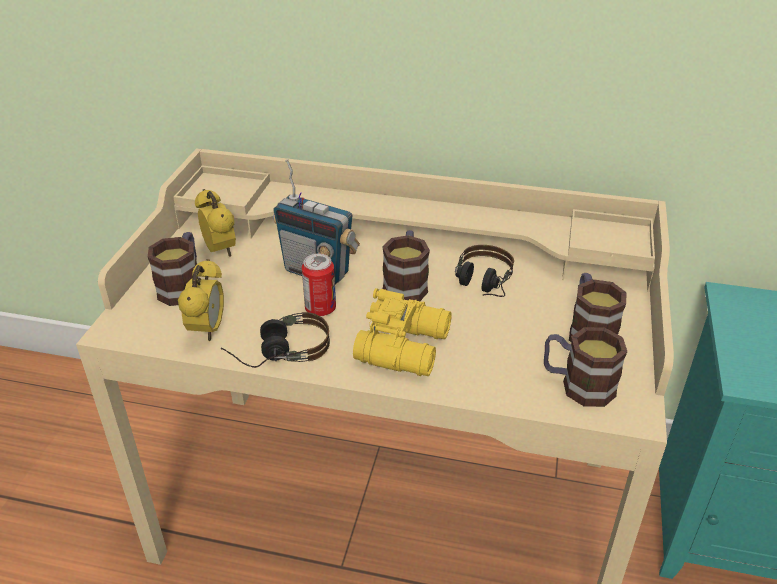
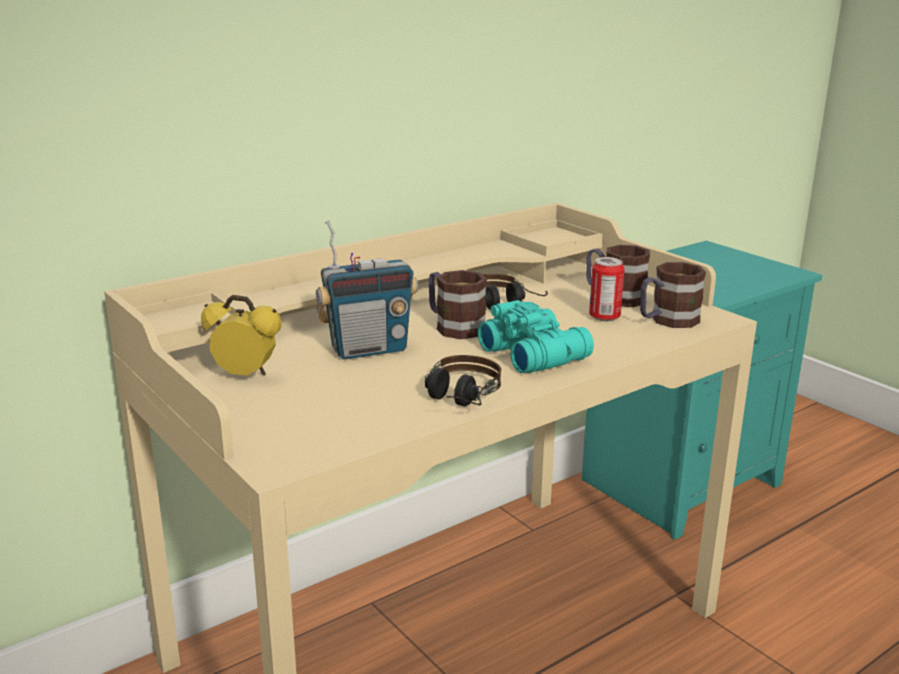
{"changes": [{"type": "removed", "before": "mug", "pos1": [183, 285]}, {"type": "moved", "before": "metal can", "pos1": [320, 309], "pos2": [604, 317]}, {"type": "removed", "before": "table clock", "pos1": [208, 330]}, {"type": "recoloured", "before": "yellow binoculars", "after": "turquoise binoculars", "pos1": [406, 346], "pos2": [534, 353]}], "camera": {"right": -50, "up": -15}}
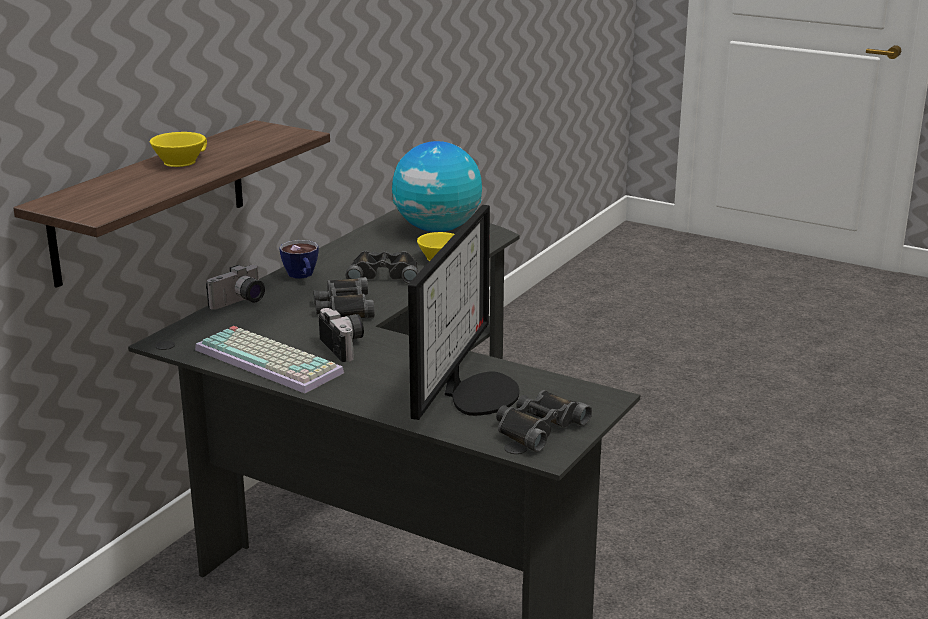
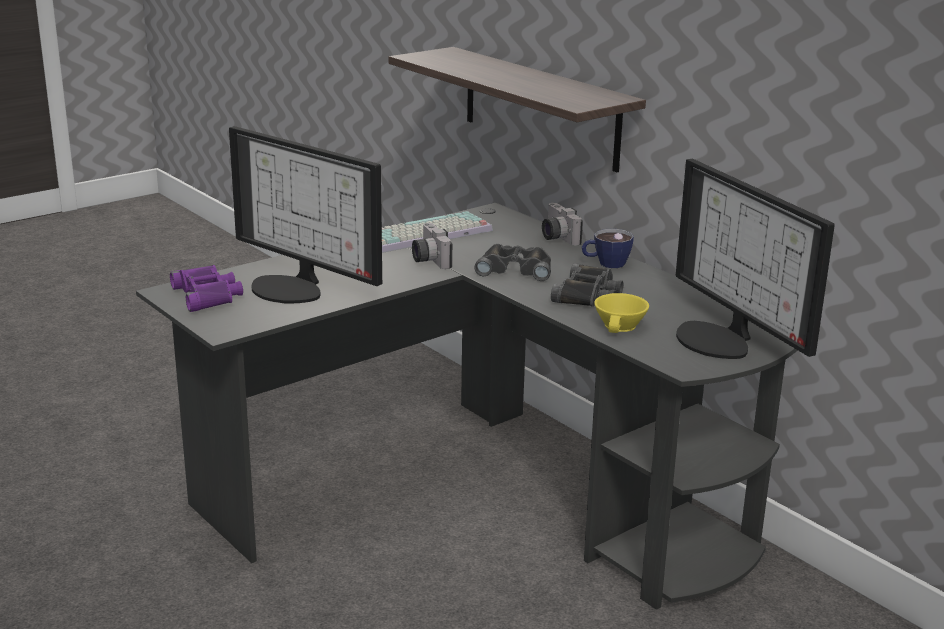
{"changes": [{"type": "removed", "before": "yellow cup", "pos1": [179, 161]}, {"type": "replaced", "before": "globe", "after": "computer display", "pos1": [437, 229], "pos2": [721, 339]}, {"type": "turned", "before": "still camera", "pos1": [346, 346], "pos2": [428, 260], "turn": 75}, {"type": "recoloured", "before": "black binoculars", "after": "purple-coloured binoculars", "pos1": [538, 427], "pos2": [208, 295]}], "camera": {"right": 110, "up": 0}}
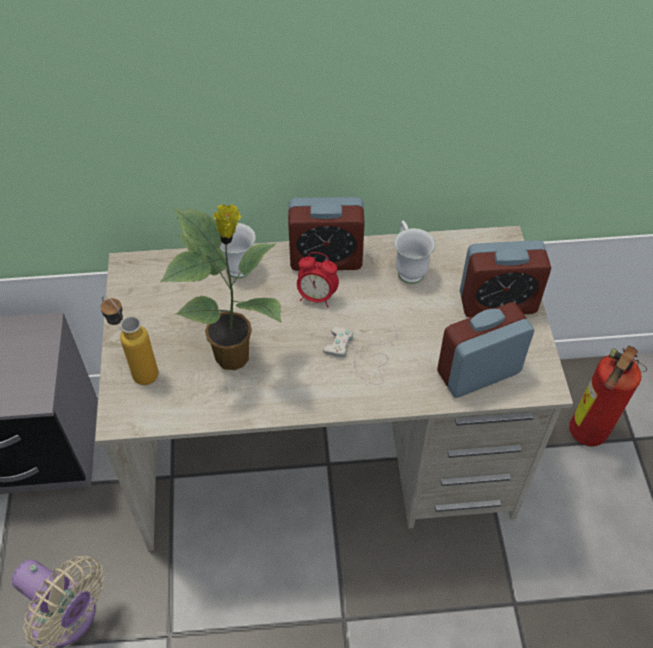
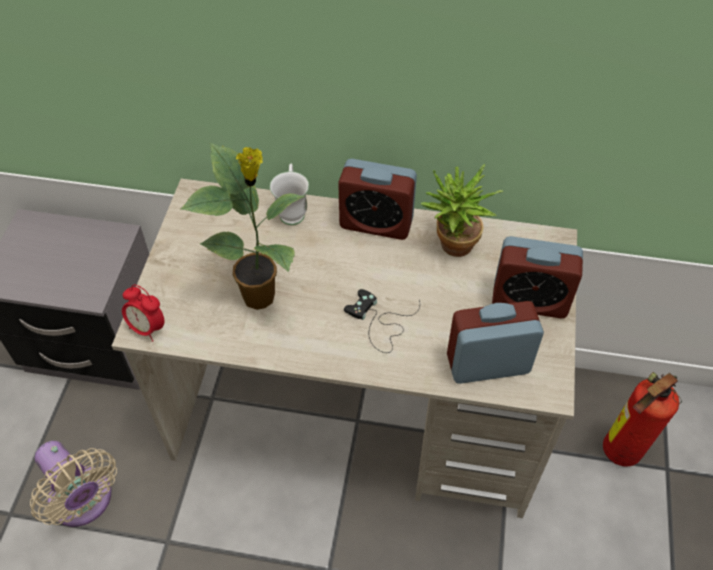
{"changes": [{"type": "replaced", "before": "whitish mug", "after": "potted plant", "pos1": [408, 268], "pos2": [452, 248]}, {"type": "moved", "before": "table clock", "pos1": [316, 297], "pos2": [147, 328]}, {"type": "removed", "before": "drink bottle", "pos1": [138, 369]}, {"type": "recoloured", "before": "whitish game controller", "after": "black game controller", "pos1": [362, 355], "pos2": [380, 322]}], "camera": {"right": 15, "up": 0}}
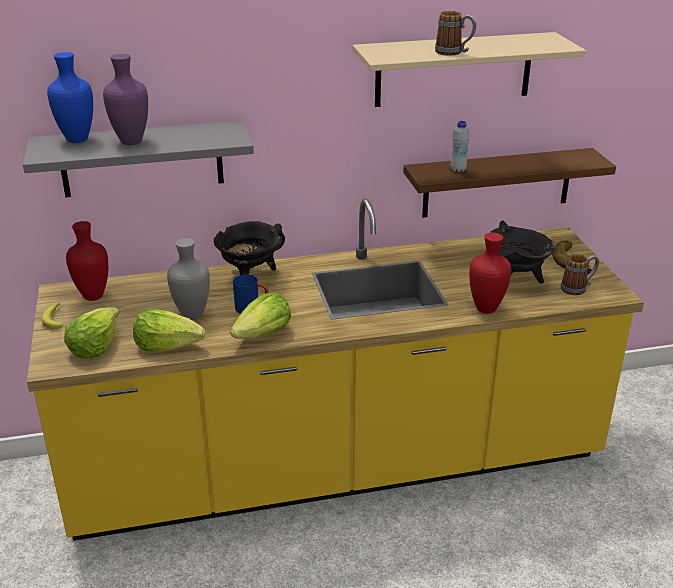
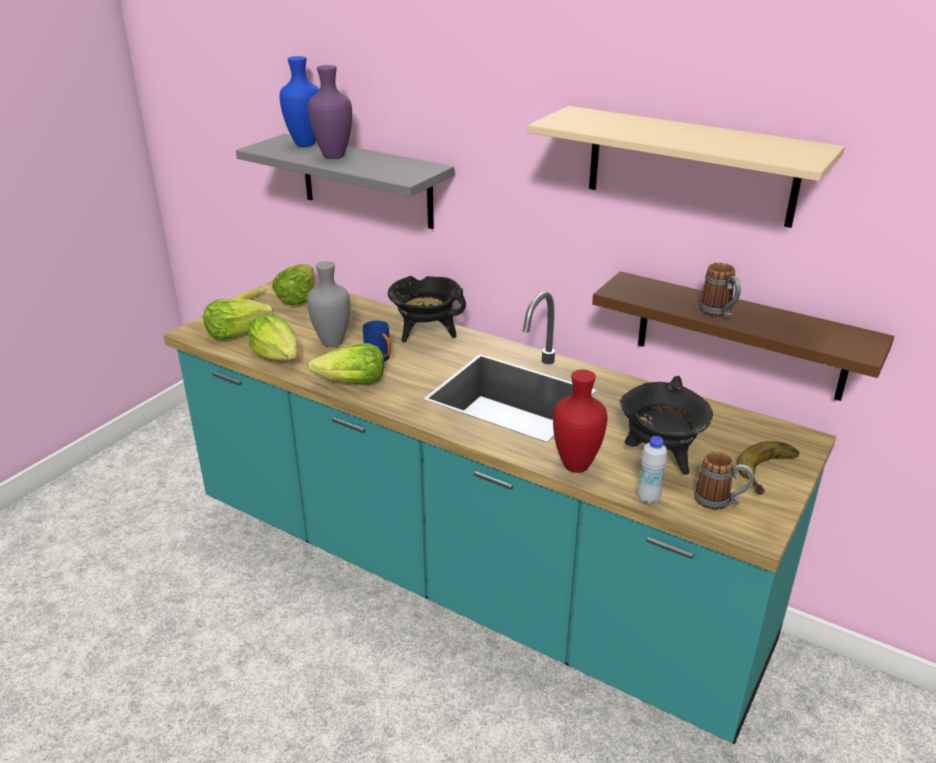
{"changes": [{"type": "moved", "before": "mug", "pos1": [454, 53], "pos2": [719, 313]}, {"type": "moved", "before": "whitish drink bottle", "pos1": [458, 170], "pos2": [648, 499]}, {"type": "recoloured", "before": "yellow kitchen base unit", "after": "turquoise kitchen base unit", "pos1": [336, 465], "pos2": [468, 574]}, {"type": "replaced", "before": "reddish decorative vase", "after": "head of lettuce", "pos1": [92, 297], "pos2": [297, 297]}], "camera": {"right": 45, "up": 0}}
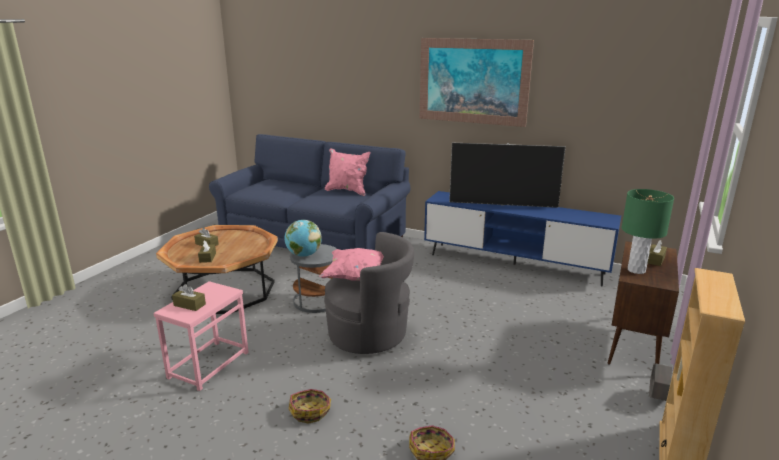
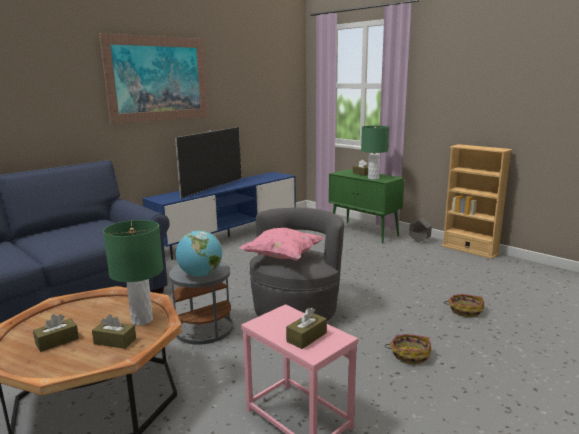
{"changes": [{"type": "removed", "before": "pink-coloured throw pillow", "pos1": [347, 191]}, {"type": "recoloured", "before": "brown storage cabinet", "after": "green-coloured storage cabinet", "pos1": [634, 344], "pos2": [364, 232]}, {"type": "added", "after": "green-coloured tabletop lamp", "pos2": [141, 320]}], "camera": {"right": -70, "up": -5}}
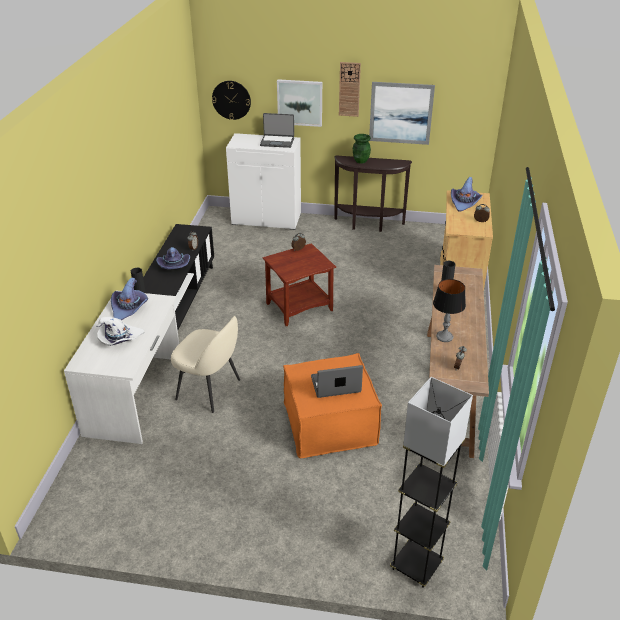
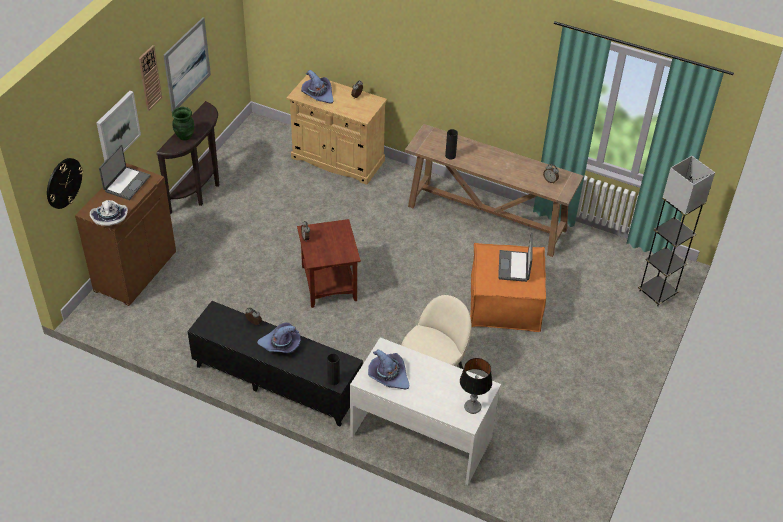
{"changes": [{"type": "recoloured", "before": "whitish storage cabinet", "after": "brown storage cabinet", "pos1": [267, 219], "pos2": [135, 271]}, {"type": "moved", "before": "tabletop lamp", "pos1": [444, 337], "pos2": [472, 407]}, {"type": "moved", "before": "whitish wearable hat", "pos1": [119, 338], "pos2": [110, 217]}], "camera": {"right": -75, "up": 10}}
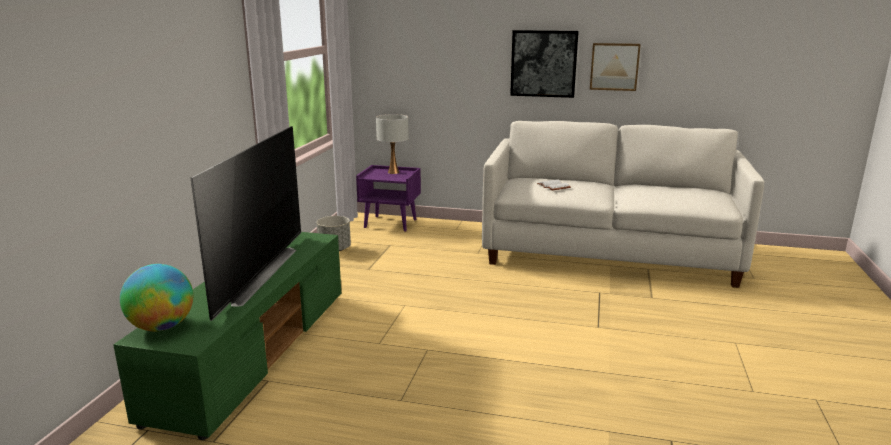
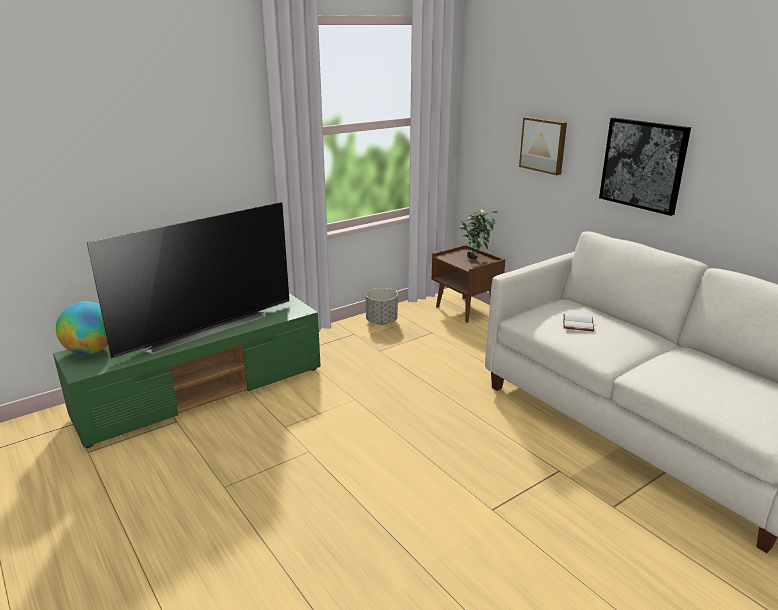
{"changes": [{"type": "moved", "before": "picture", "pos1": [614, 66], "pos2": [544, 145]}, {"type": "replaced", "before": "whitish tabletop lamp", "after": "potted plant", "pos1": [393, 172], "pos2": [476, 258]}, {"type": "recoloured", "before": "purple-coloured bedside table", "after": "brown bedside table", "pos1": [391, 223], "pos2": [466, 310]}], "camera": {"right": 40, "up": 5}}
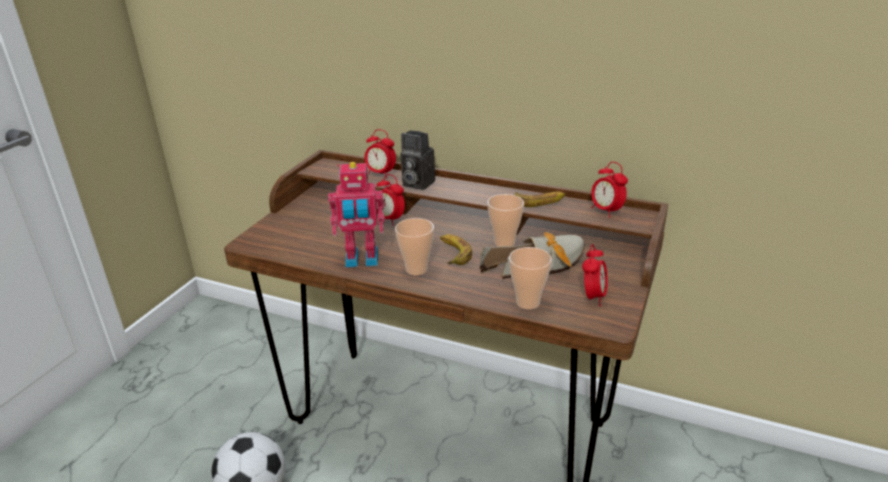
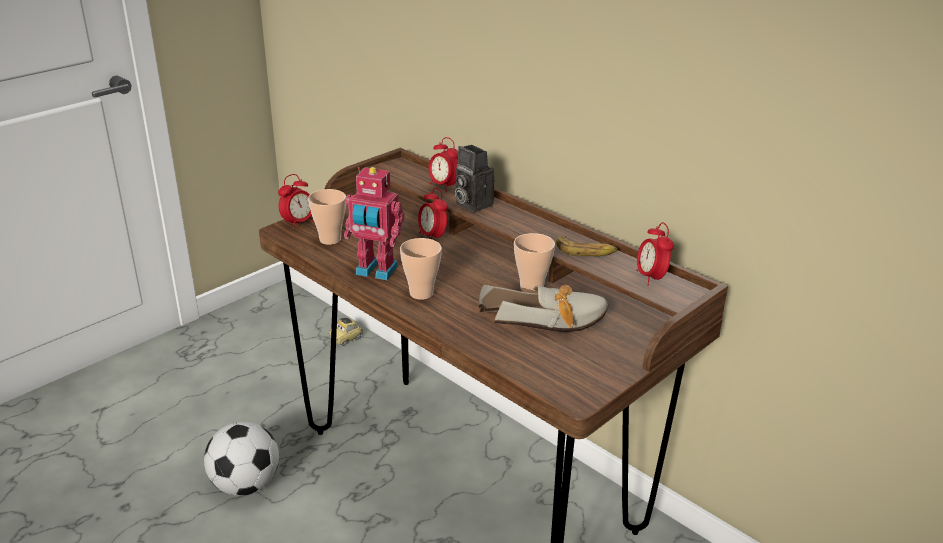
{"changes": [{"type": "removed", "before": "whole banana", "pos1": [453, 253]}, {"type": "moved", "before": "table clock", "pos1": [593, 297], "pos2": [298, 223]}, {"type": "moved", "before": "cup", "pos1": [527, 302], "pos2": [330, 239]}, {"type": "added", "after": "model car", "pos2": [346, 339]}], "camera": {"right": 20, "up": 0}}
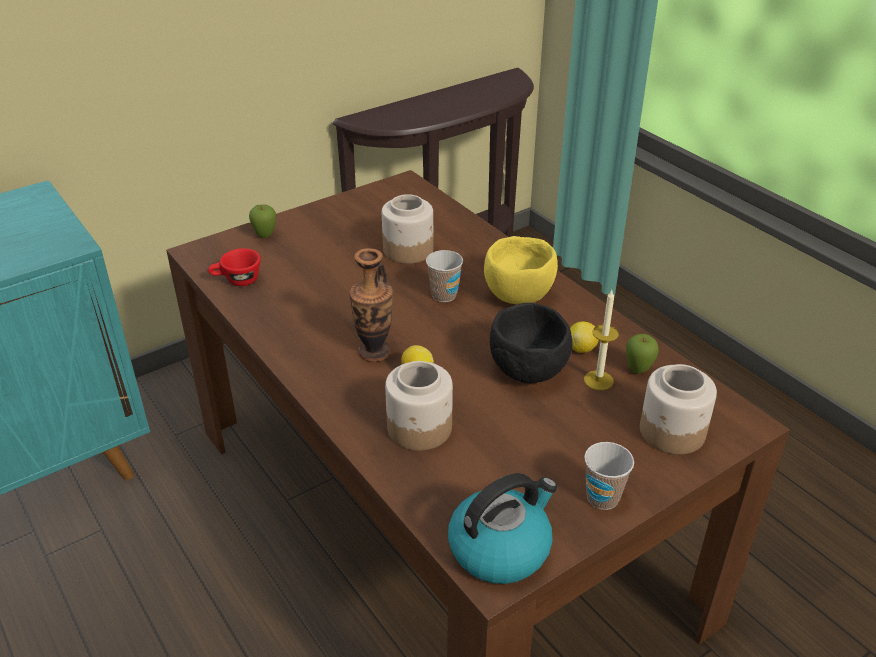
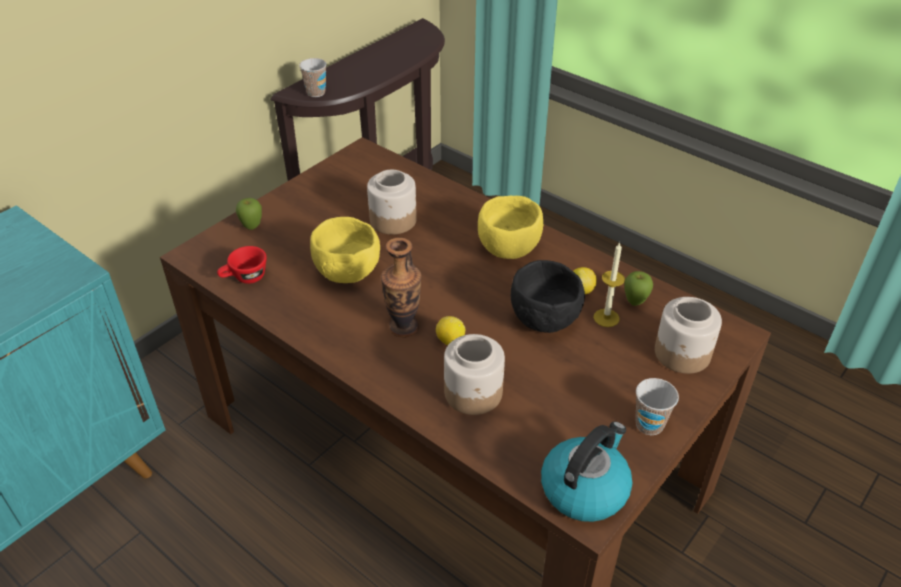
{"changes": [{"type": "moved", "before": "cup", "pos1": [444, 295], "pos2": [316, 92]}, {"type": "added", "after": "yellow bowl", "pos2": [346, 273]}], "camera": {"right": -15, "up": 5}}
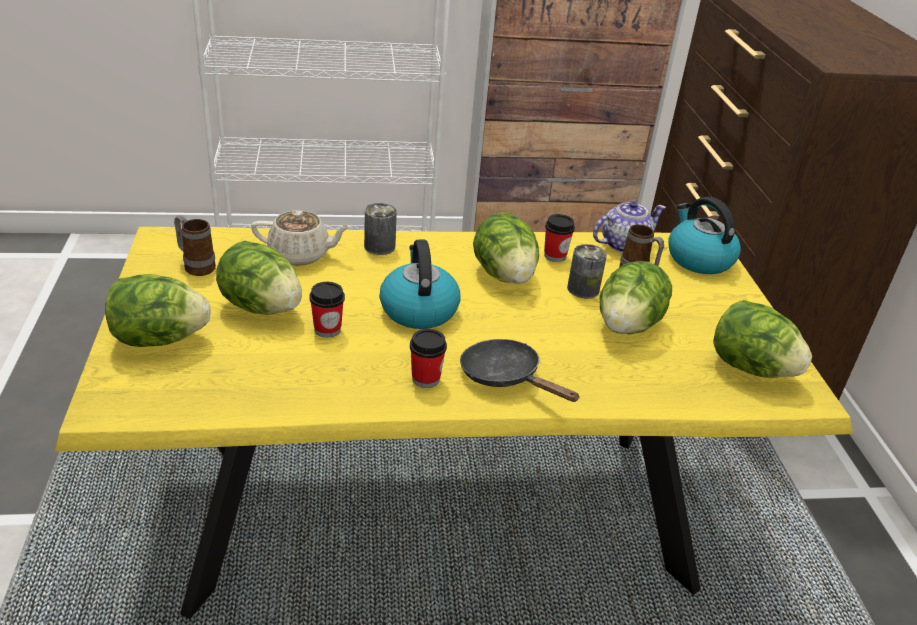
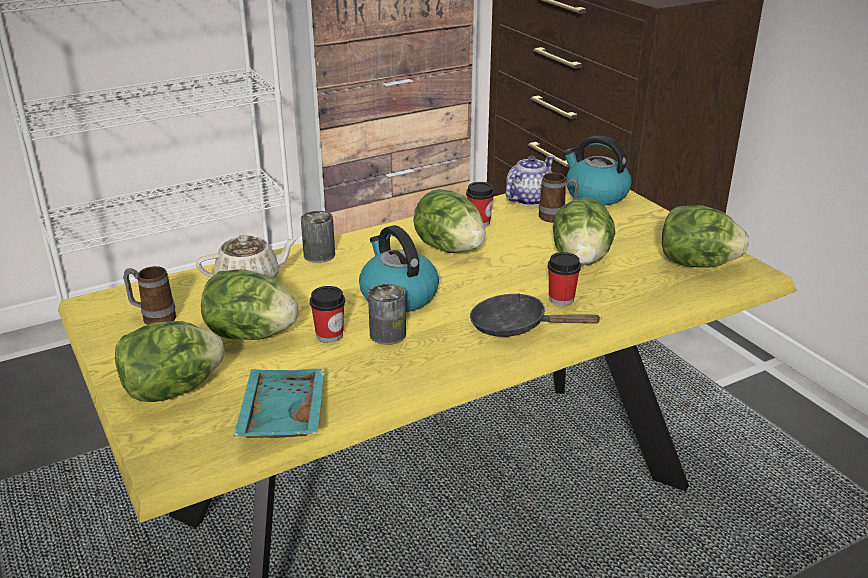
{"changes": [{"type": "moved", "before": "metal can", "pos1": [583, 289], "pos2": [388, 334]}, {"type": "moved", "before": "cup", "pos1": [425, 379], "pos2": [561, 299]}, {"type": "added", "after": "turquoise serving tray", "pos2": [280, 416]}], "camera": {"right": -20, "up": -5}}
